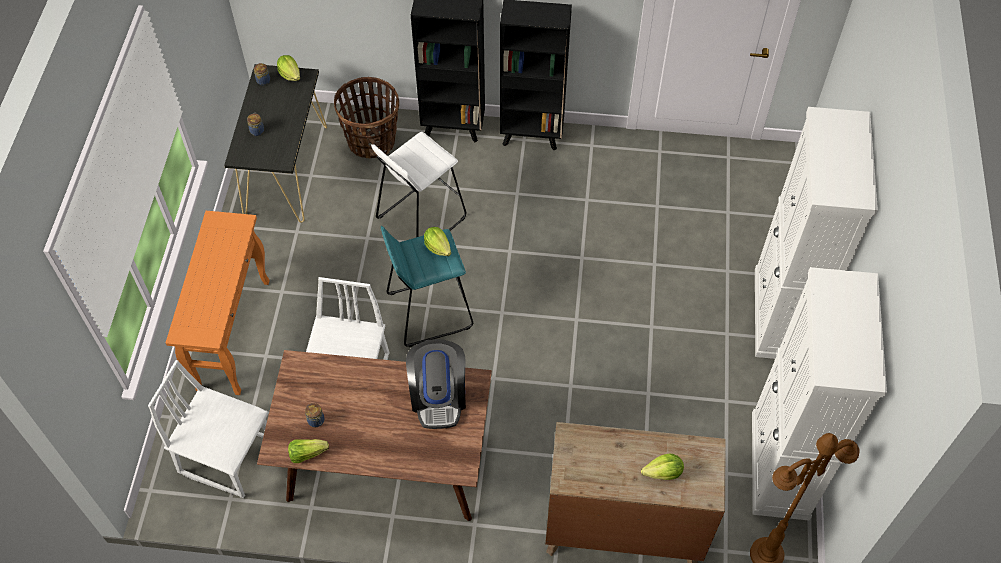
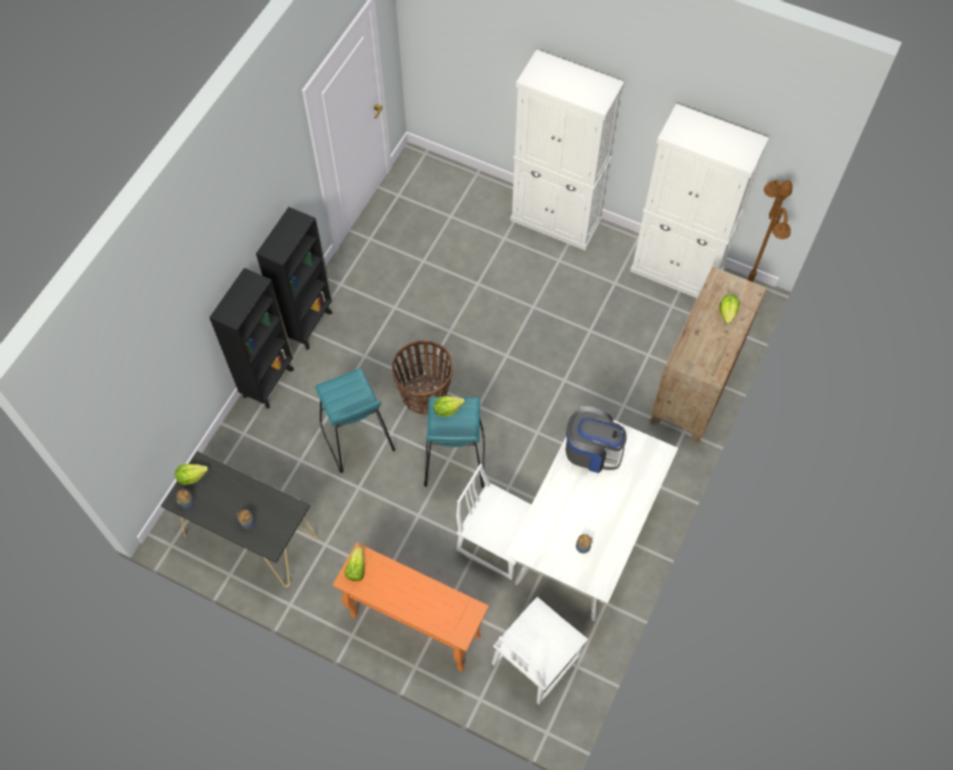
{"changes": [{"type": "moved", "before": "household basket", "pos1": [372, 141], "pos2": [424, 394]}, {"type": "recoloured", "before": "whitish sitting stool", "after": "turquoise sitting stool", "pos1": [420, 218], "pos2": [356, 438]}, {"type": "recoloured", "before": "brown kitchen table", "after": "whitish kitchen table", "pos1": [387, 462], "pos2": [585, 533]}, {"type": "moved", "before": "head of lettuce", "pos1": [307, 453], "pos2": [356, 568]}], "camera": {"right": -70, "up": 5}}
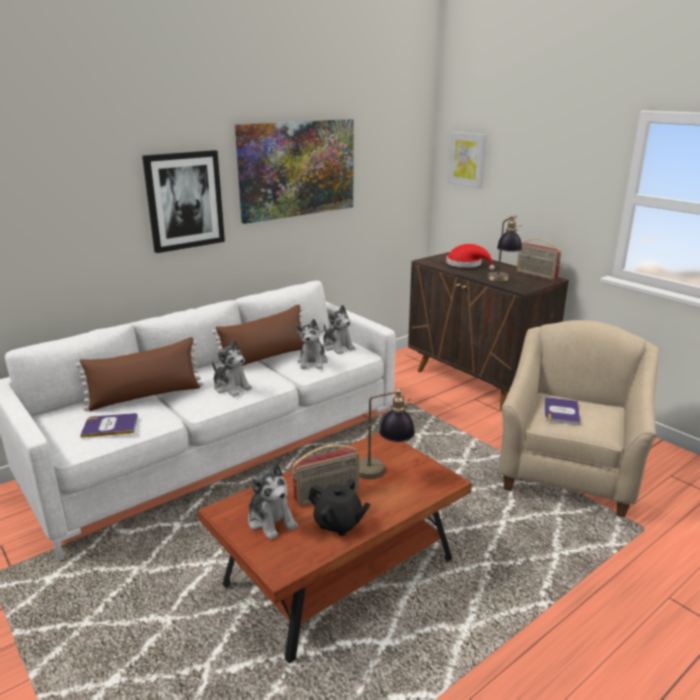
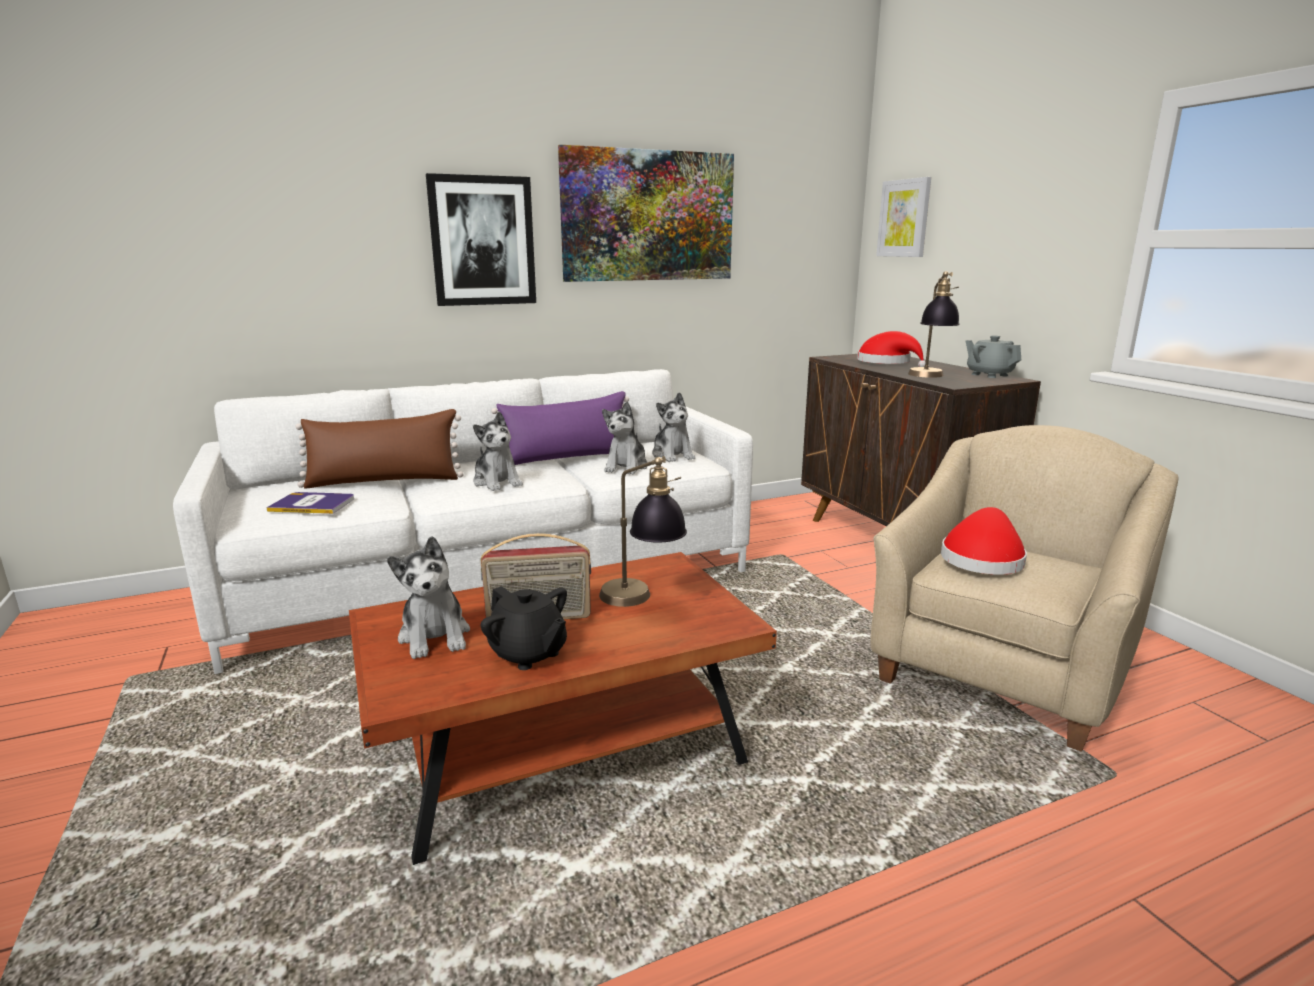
{"changes": [{"type": "replaced", "before": "radio receiver", "after": "greyish teapot", "pos1": [536, 275], "pos2": [989, 375]}, {"type": "recoloured", "before": "brown throw pillow", "after": "purple-coloured throw pillow", "pos1": [265, 358], "pos2": [567, 458]}, {"type": "replaced", "before": "book", "after": "reddish wearable hat", "pos1": [561, 411], "pos2": [982, 558]}], "camera": {"right": 15, "up": -5}}
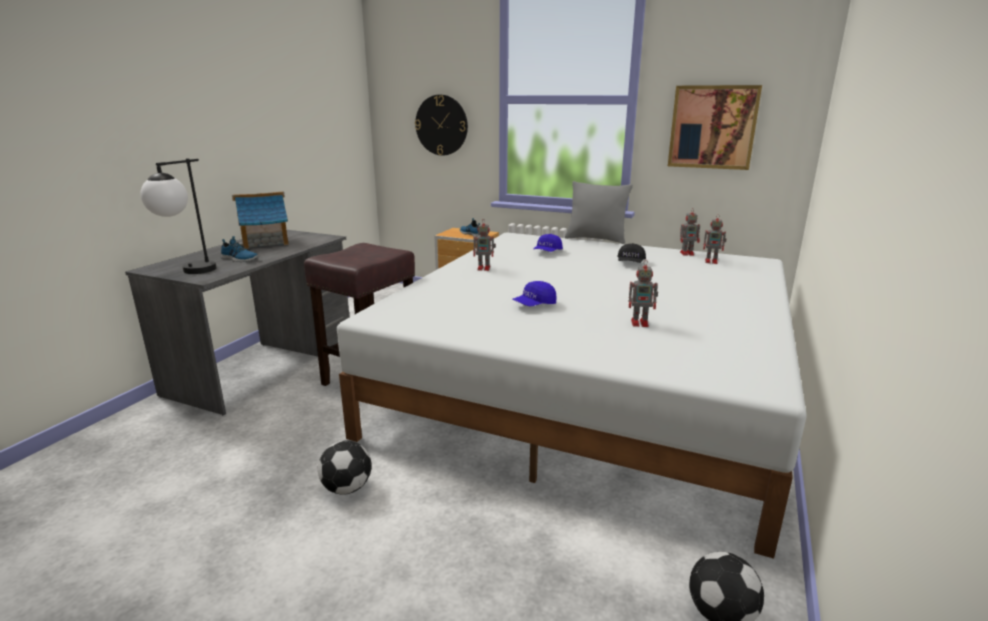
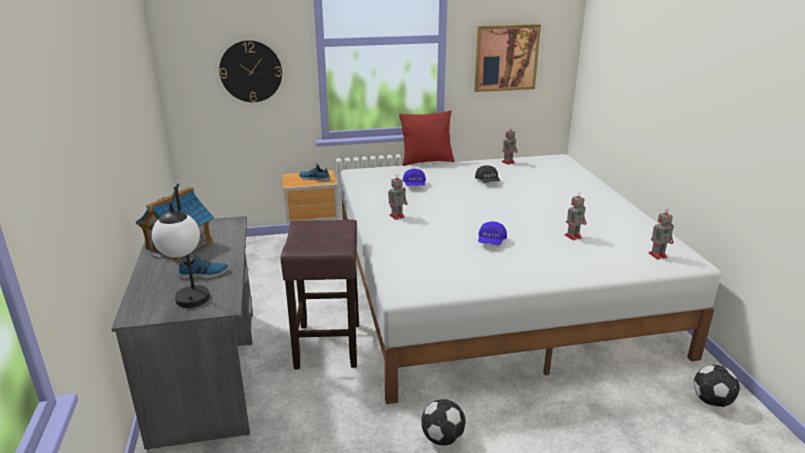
{"changes": [{"type": "recoloured", "before": "greyish throw pillow", "after": "reddish throw pillow", "pos1": [596, 239], "pos2": [426, 161]}, {"type": "moved", "before": "toy robot", "pos1": [712, 261], "pos2": [658, 255]}], "camera": {"right": -35, "up": 5}}
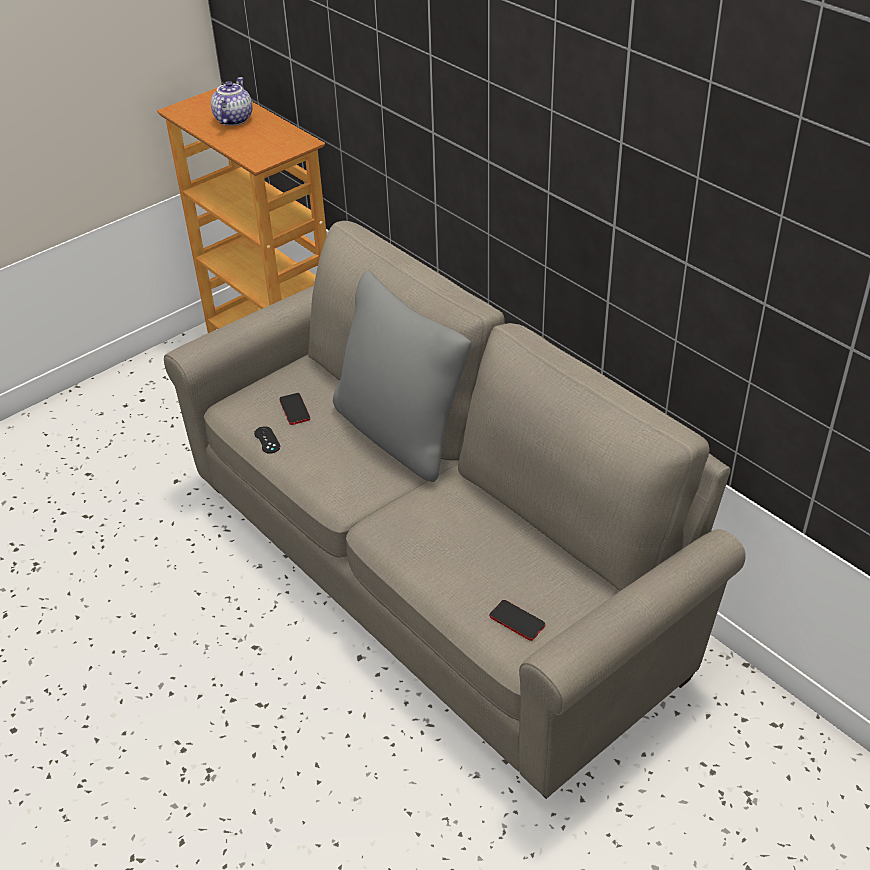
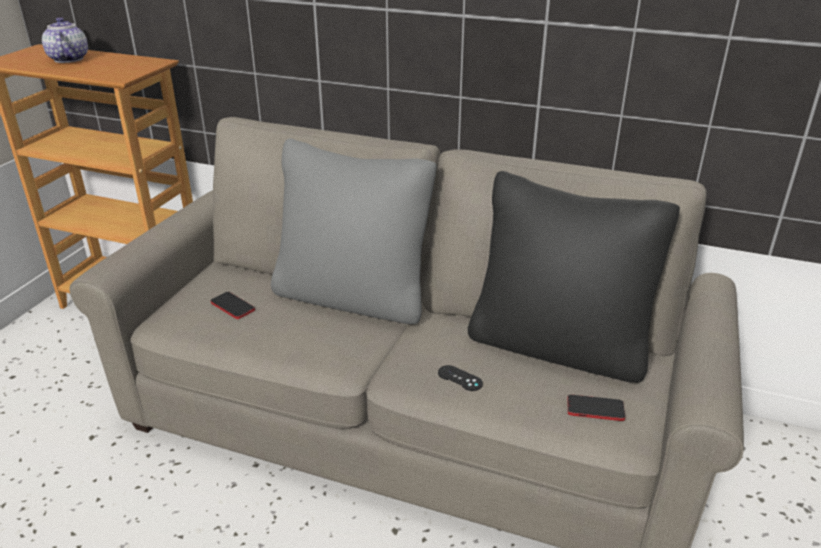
{"changes": [{"type": "moved", "before": "black game controller", "pos1": [267, 440], "pos2": [460, 378]}, {"type": "added", "after": "black throw pillow", "pos2": [558, 346]}], "camera": {"right": -30, "up": -10}}
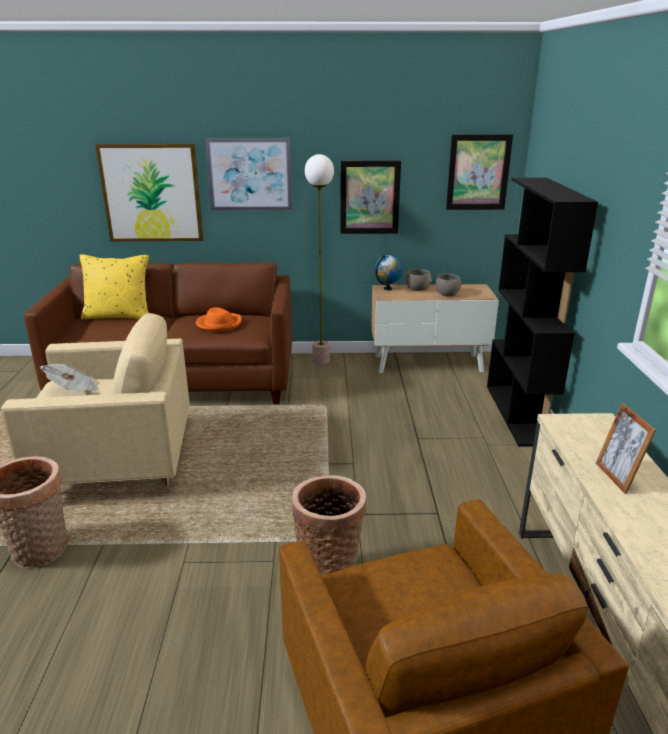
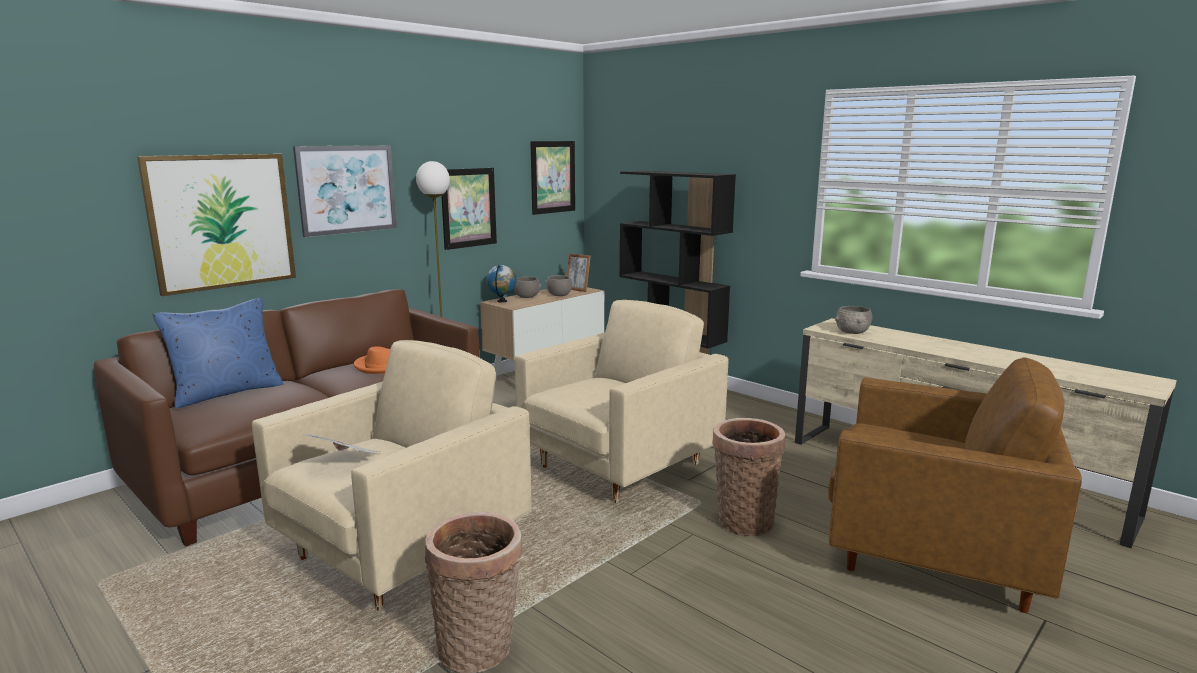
{"changes": [{"type": "recoloured", "before": "yellow throw pillow", "after": "blue-coloured throw pillow", "pos1": [119, 316], "pos2": [226, 392]}, {"type": "moved", "before": "picture frame", "pos1": [616, 477], "pos2": [577, 290]}, {"type": "added", "after": "sand-coloured easy chair", "pos2": [619, 466]}, {"type": "added", "after": "greyish bowl", "pos2": [852, 332]}], "camera": {"right": -45, "up": -10}}
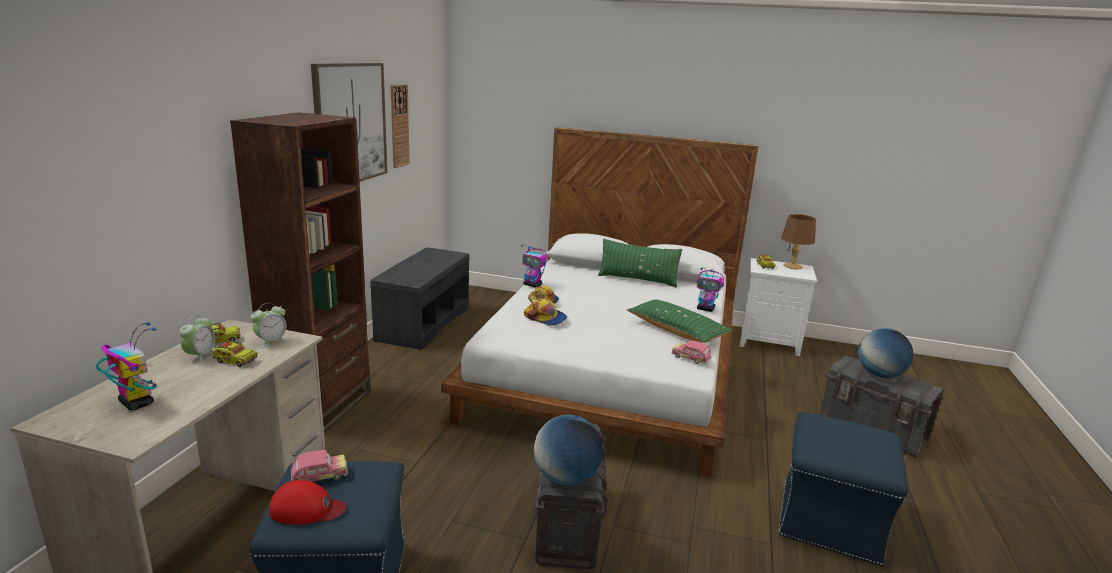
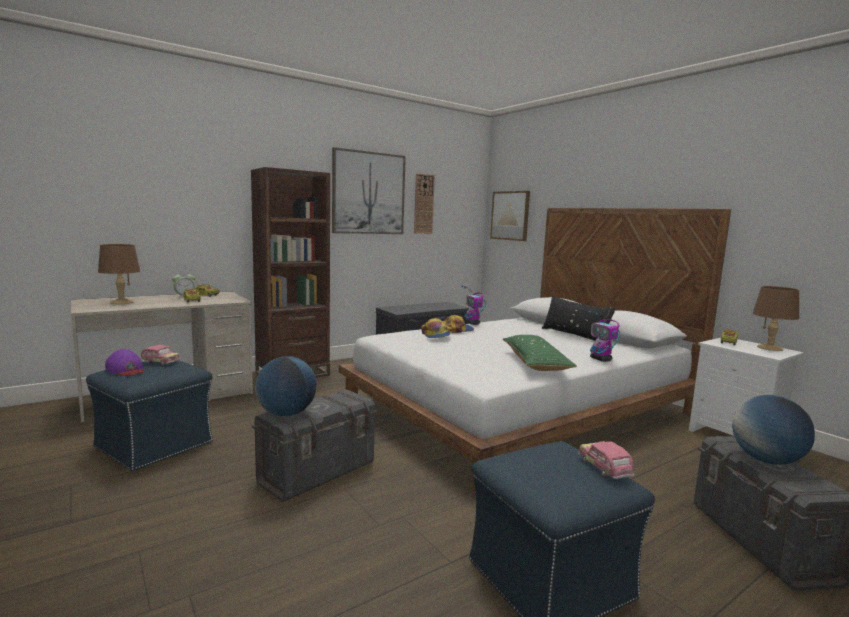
{"changes": [{"type": "recoloured", "before": "green-coloured throw pillow", "after": "black throw pillow", "pos1": [637, 279], "pos2": [574, 335]}, {"type": "removed", "before": "table clock", "pos1": [271, 342]}, {"type": "replaced", "before": "toy robot", "after": "brown tabletop lamp", "pos1": [136, 403], "pos2": [121, 302]}, {"type": "moved", "before": "model car", "pos1": [690, 358], "pos2": [604, 468]}, {"type": "recoloured", "before": "reddish baseball cap", "after": "purple-coloured baseball cap", "pos1": [307, 509], "pos2": [125, 369]}, {"type": "added", "after": "picture", "pos2": [510, 215]}], "camera": {"right": 40, "up": -10}}
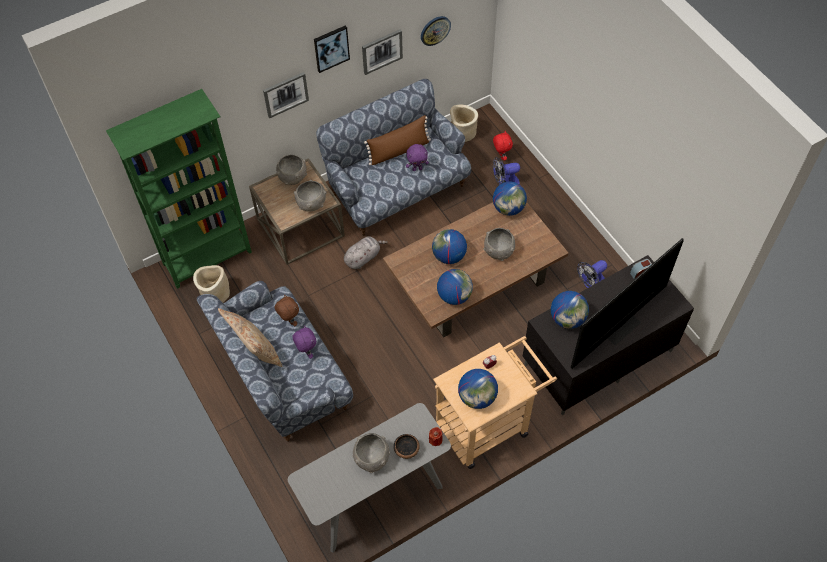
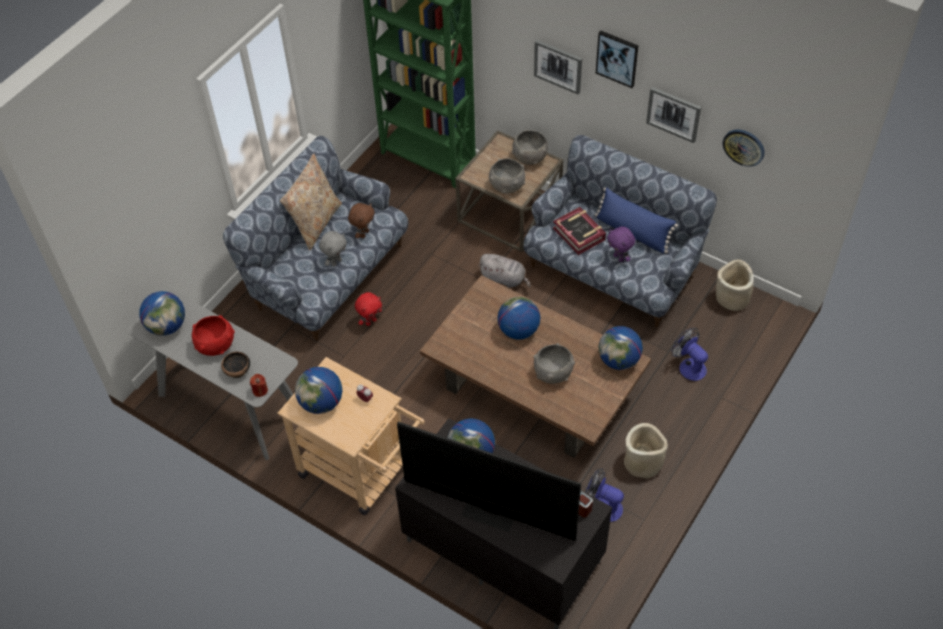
{"changes": [{"type": "recoloured", "before": "brown throw pillow", "after": "blue-coloured throw pillow", "pos1": [399, 150], "pos2": [632, 232]}, {"type": "moved", "before": "reddish soft toy", "pos1": [501, 156], "pos2": [370, 321]}, {"type": "moved", "before": "sand-coloured plant pot", "pos1": [215, 294], "pos2": [643, 462]}, {"type": "moved", "before": "globe", "pos1": [454, 296], "pos2": [167, 326]}, {"type": "recoloured", "before": "purple-coloured soft toy", "after": "greyish soft toy", "pos1": [306, 351], "pos2": [336, 262]}, {"type": "recoloured", "before": "greyish bowl", "after": "reddish bowl", "pos1": [371, 458], "pos2": [215, 346]}, {"type": "added", "after": "book", "pos2": [579, 234]}], "camera": {"right": 65, "up": -5}}
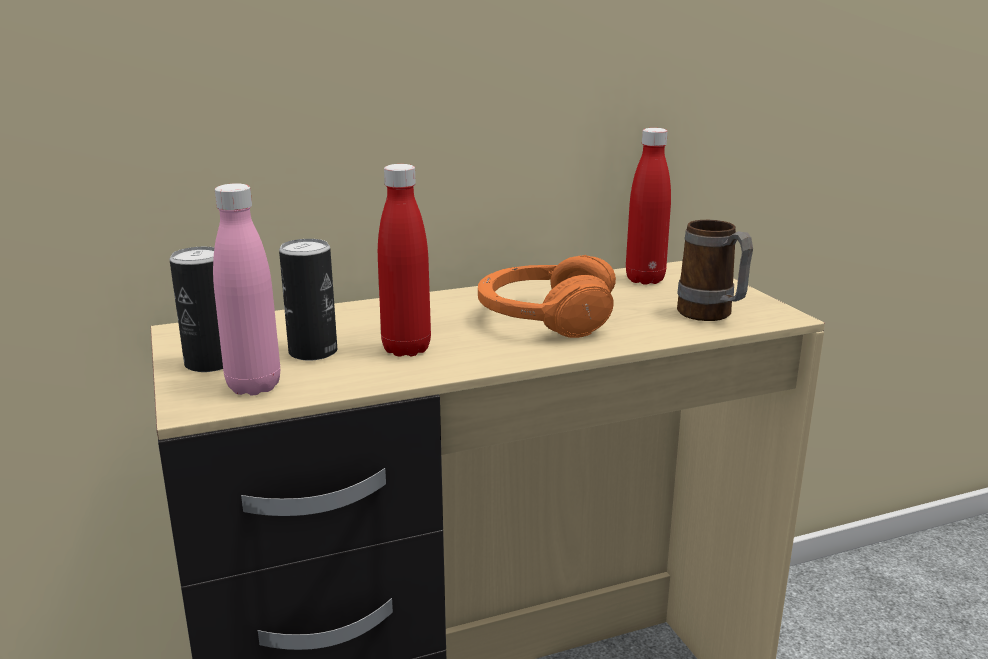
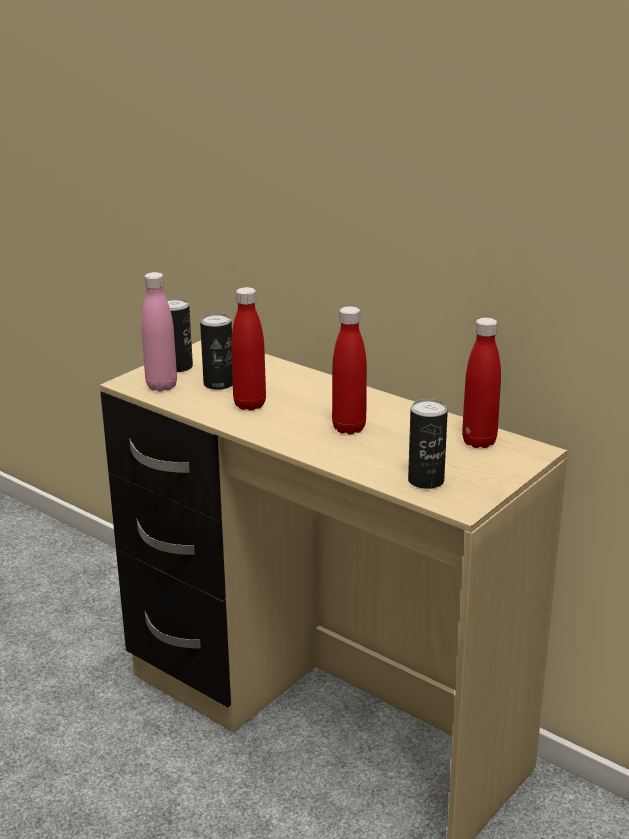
{"changes": [{"type": "replaced", "before": "mug", "after": "metal can", "pos1": [711, 316], "pos2": [426, 480]}, {"type": "replaced", "before": "orange pair of headphones", "after": "reddish drink bottle", "pos1": [545, 318], "pos2": [349, 428]}], "camera": {"right": 60, "up": 5}}
